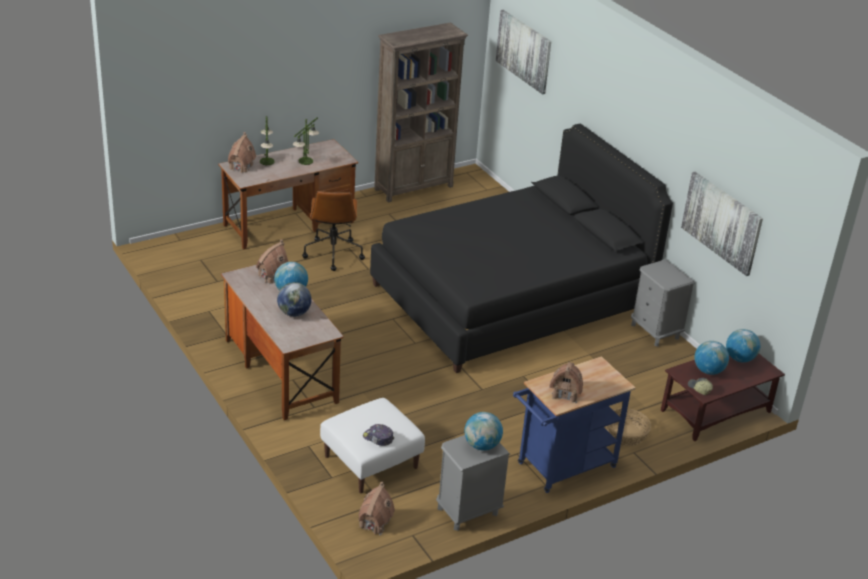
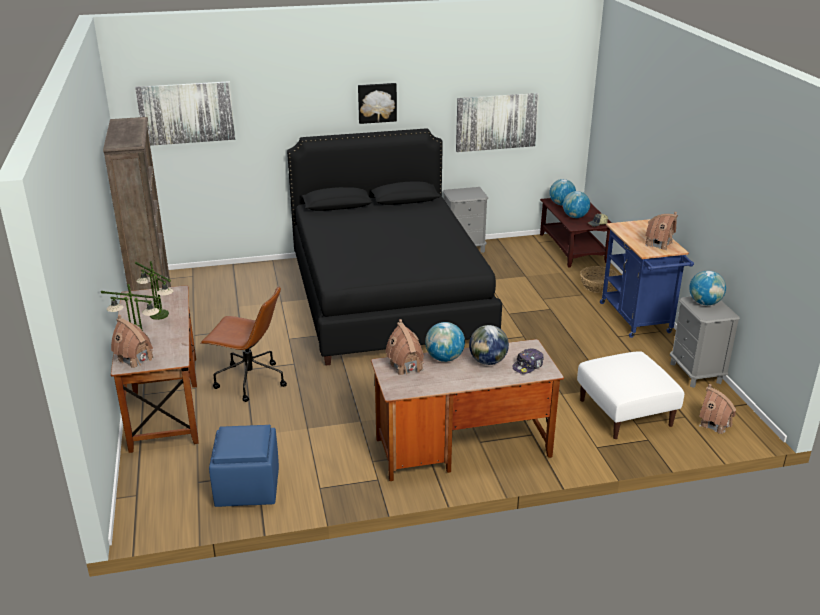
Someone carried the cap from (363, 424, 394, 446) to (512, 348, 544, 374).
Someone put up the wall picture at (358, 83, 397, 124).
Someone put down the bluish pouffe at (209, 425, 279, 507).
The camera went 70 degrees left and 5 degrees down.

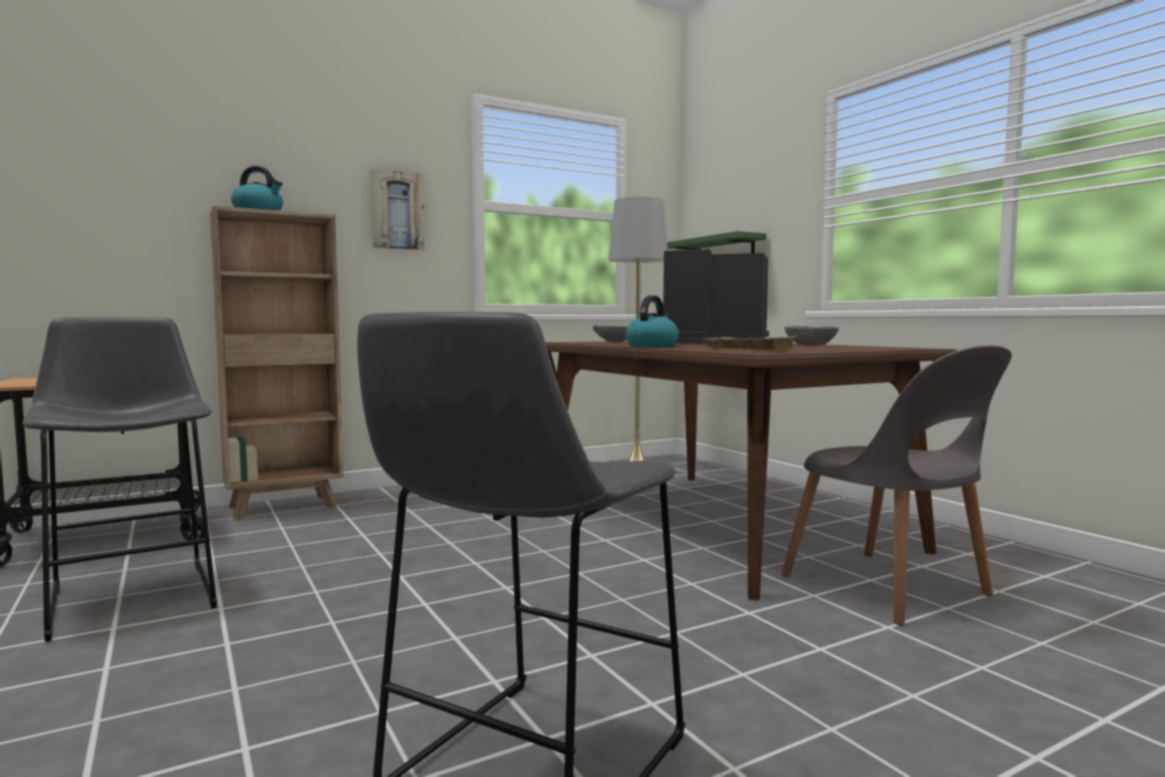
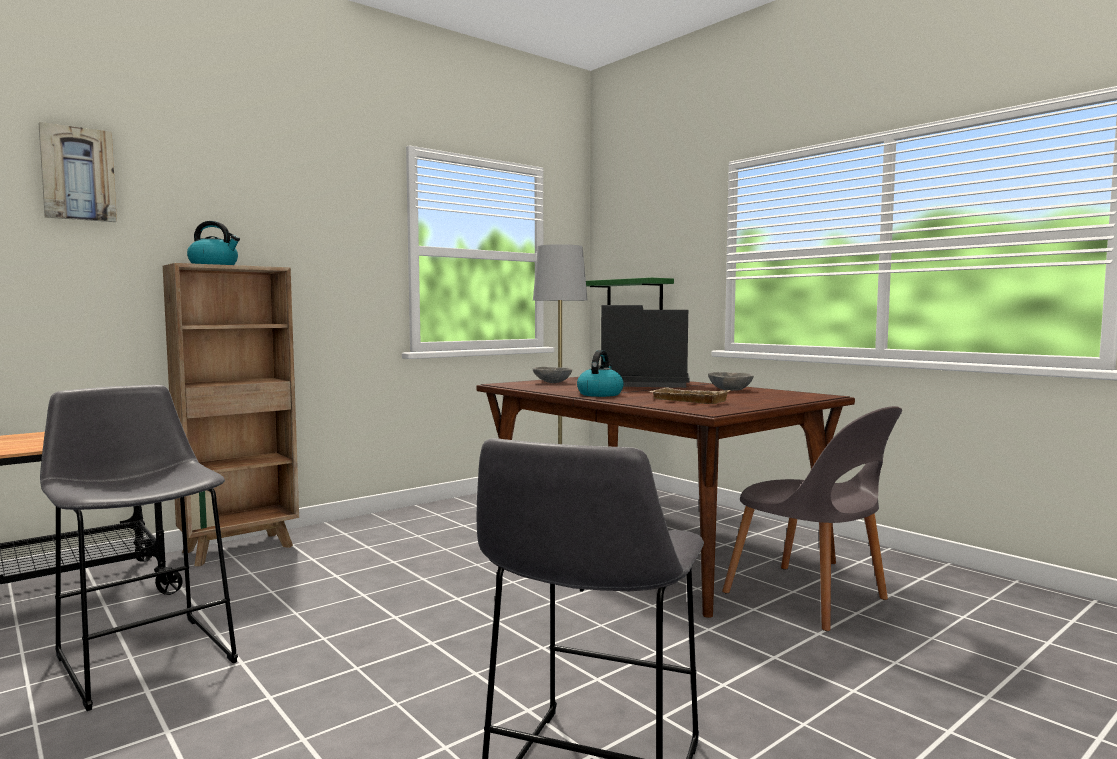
Someone carried the wall picture from (371, 169, 425, 250) to (39, 122, 117, 222).
The camera went 10 degrees left and 0 degrees up.

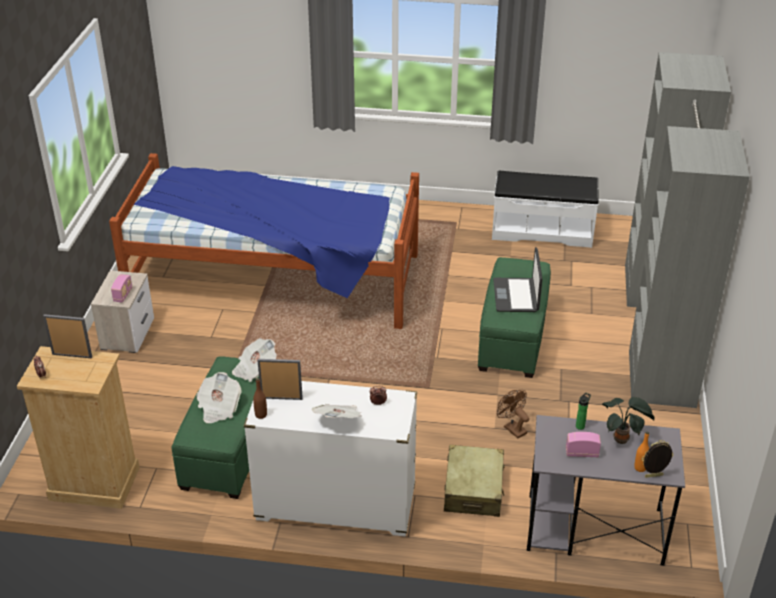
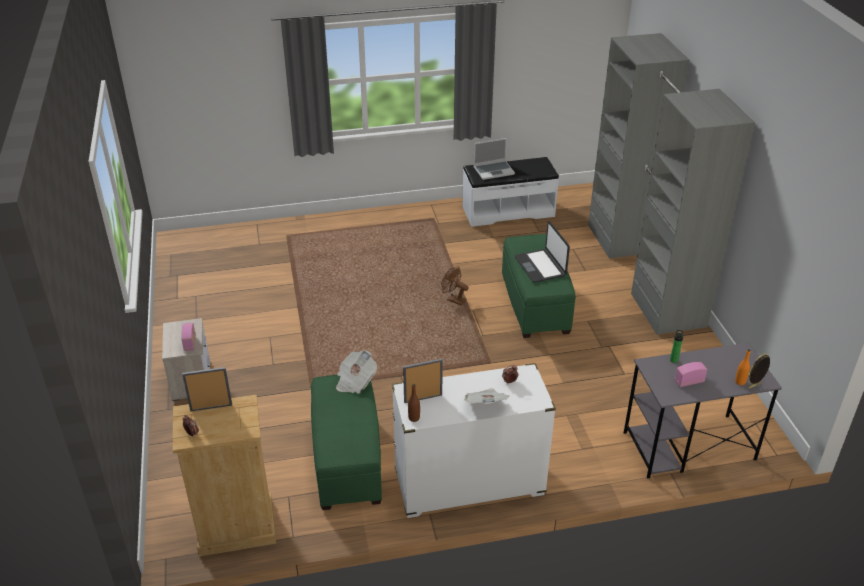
Someone took away the bedroom bed at (109, 153, 419, 329).
Someone took away the printed paper at (196, 372, 242, 423).
Someone carried the brown-coloured fan from (497, 390, 529, 438) to (441, 266, 468, 306).
Someone took away the potted plant at (602, 397, 654, 444).
Someone took away the beige travel case at (444, 445, 505, 517).
Someone put down the notebook computer at (473, 138, 515, 180).
The camera went 20 degrees left and 0 degrees up.

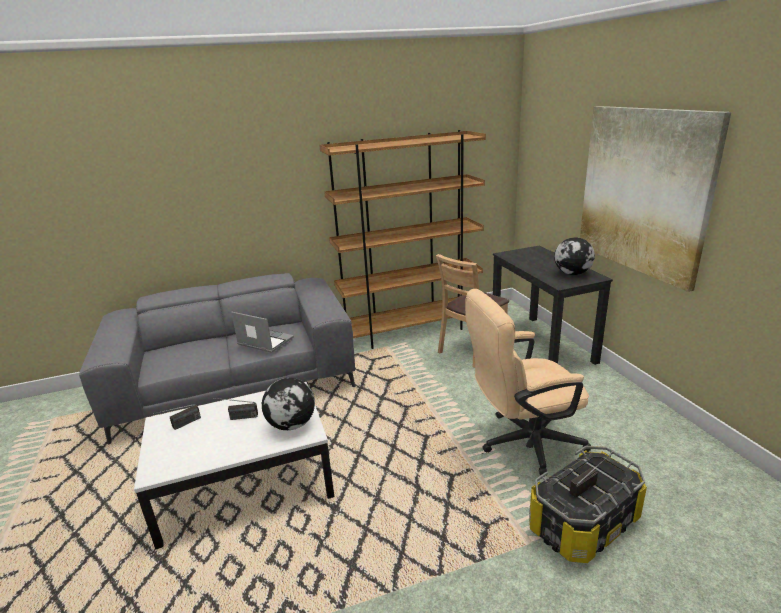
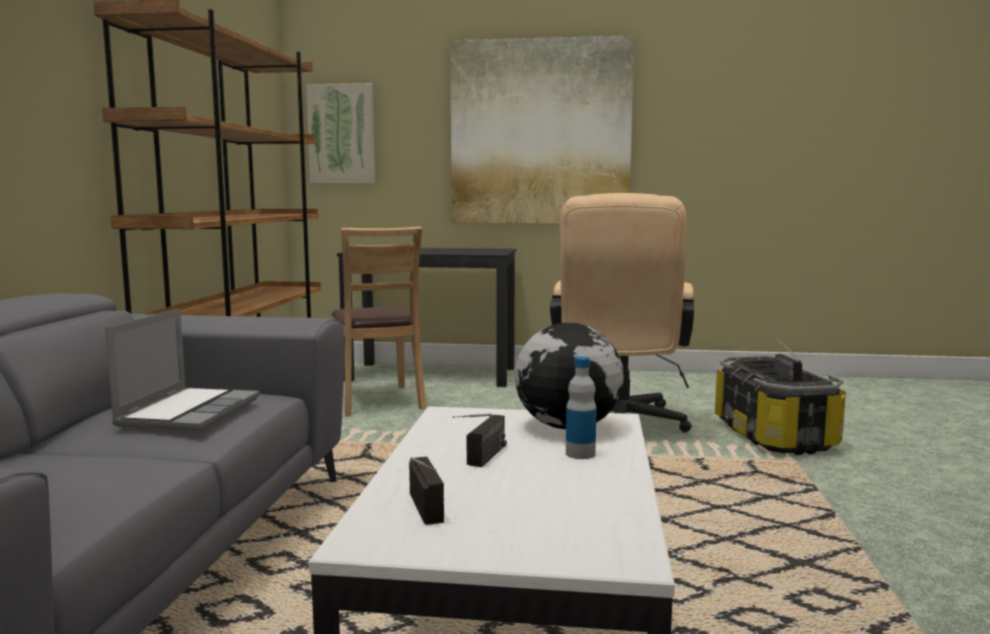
Someone took away the desk globe at (554, 238, 595, 275).
Someone rotated the notebook computer at (231, 312, 294, 353) by 135 degrees clockwise.
Someone put up the wall picture at (306, 83, 376, 183).
Someone put down the bottle at (566, 357, 597, 459).
The camera went 65 degrees left and 15 degrees down.

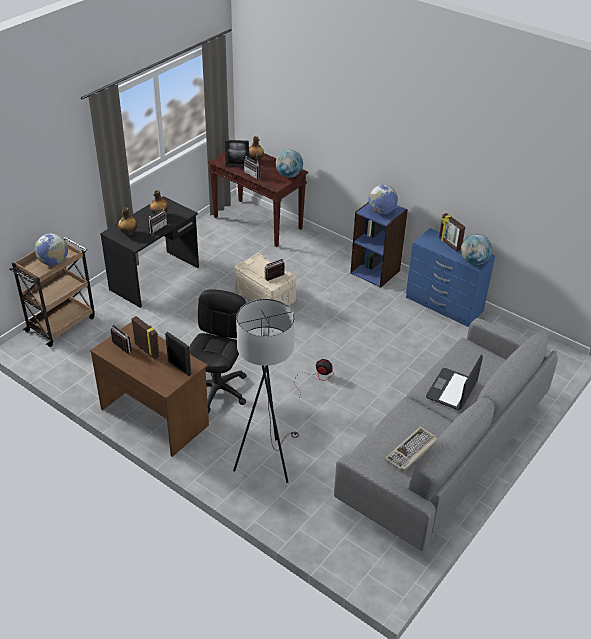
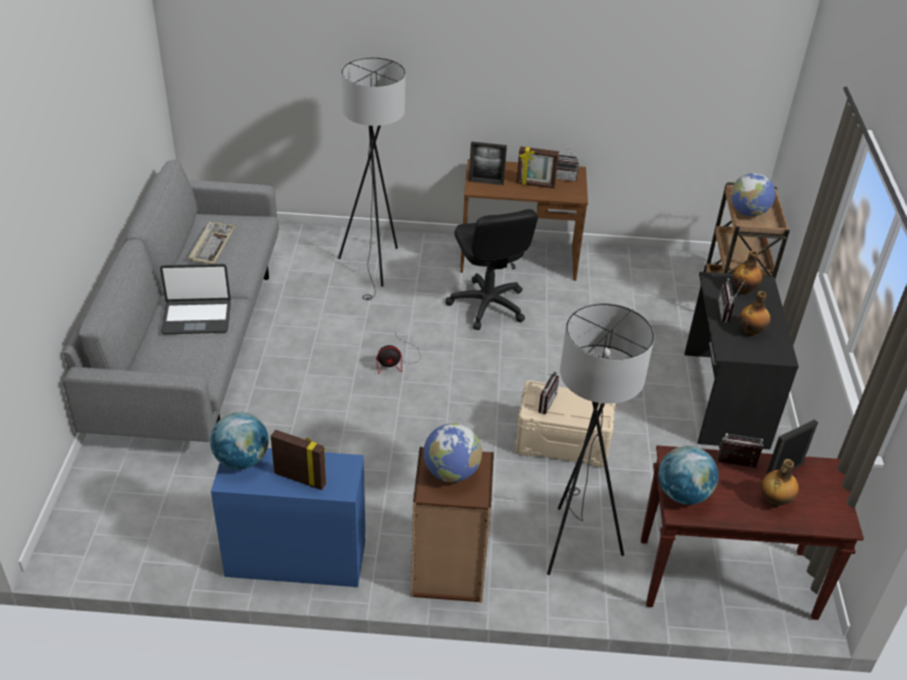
Someone repainted the bluish bookshelf at (350, 202, 408, 288), which became the brown-coloured bookshelf at (411, 447, 494, 603).
Someone rotated the notebook computer at (426, 355, 483, 410) by 90 degrees clockwise.
Someone put down the grey standard lamp at (547, 303, 654, 575).
The camera went 145 degrees right and 0 degrees up.

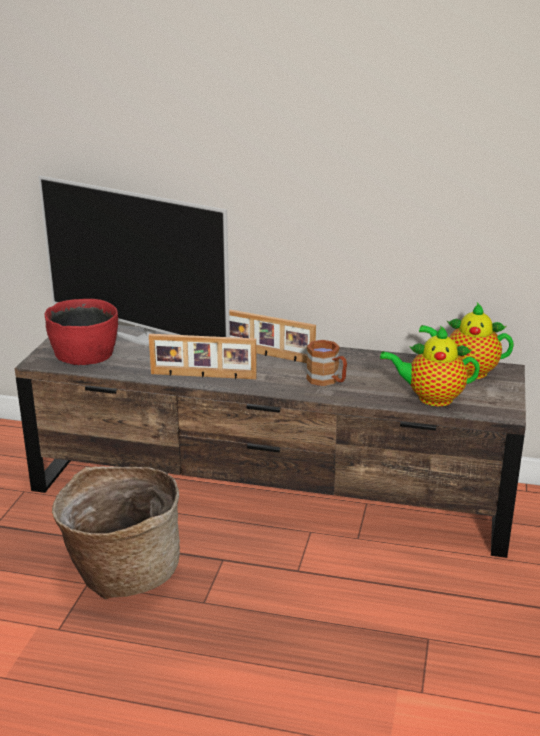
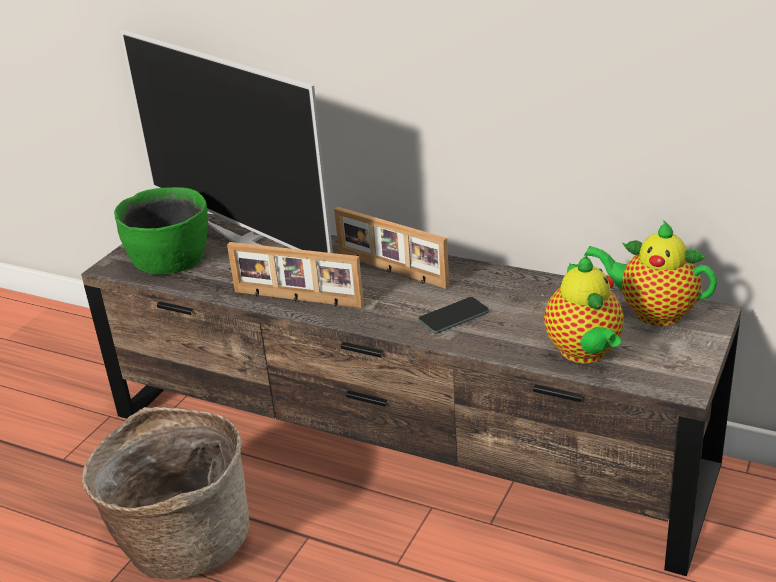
Someone repainted the red-coloured serving bowl at (45, 299, 118, 365), which became the green-coloured serving bowl at (114, 187, 208, 274).
Someone rotated the pot for tea at (380, 325, 480, 406) by 120 degrees counterclockwise.
Someone swapped the brown-coloured tea mug at (306, 340, 347, 386) for the phone at (418, 297, 489, 333).
The camera went 15 degrees right and 5 degrees up.

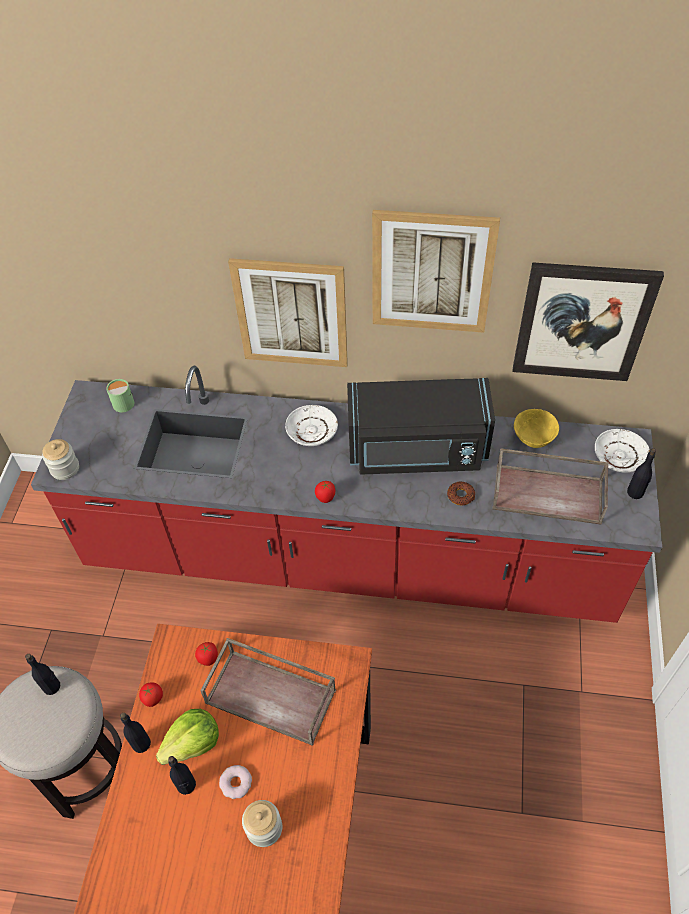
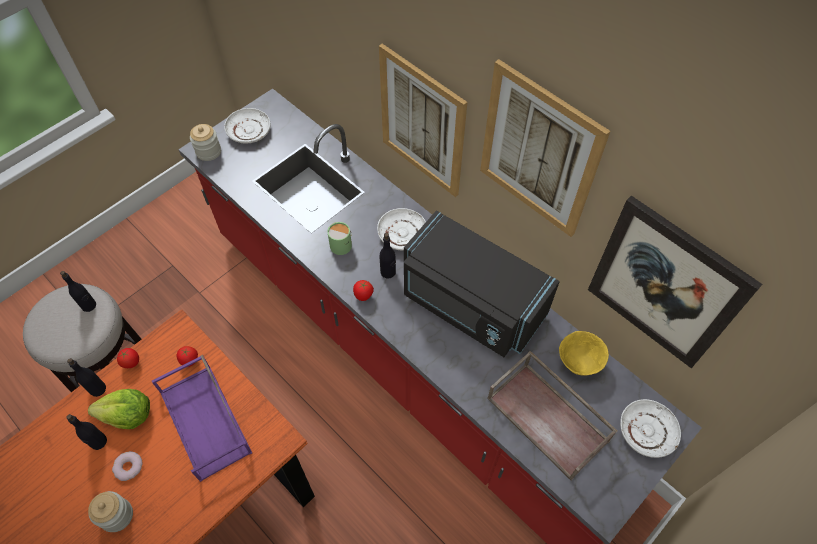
Someone carried the green-coloured tea mug from (106, 379, 134, 412) to (327, 222, 352, 255).
Someone carried the black-coloured bottle from (627, 448, 656, 499) to (379, 233, 396, 279).
Someone took away the ring doughnut at (447, 481, 475, 505).
Someone repainted the brown-coloured tray at (201, 638, 336, 746), which became the purple tray at (152, 355, 252, 482).
Someone put down the white-coloured flat dish at (224, 108, 270, 144).
The camera went 35 degrees right and 5 degrees up.

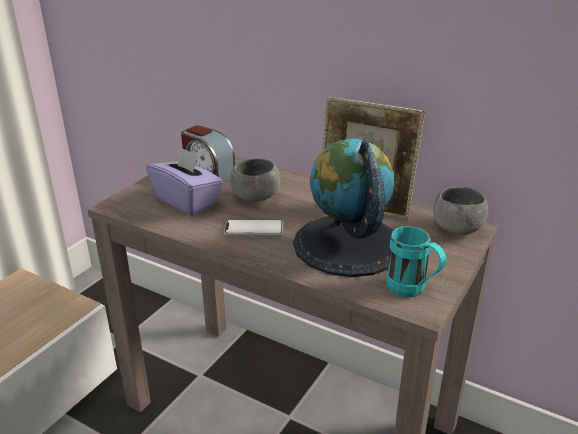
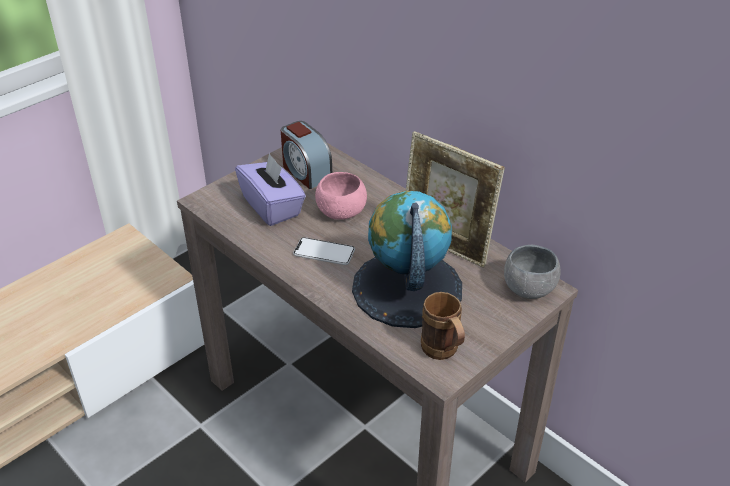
Someone repainted the grey serving bowl at (230, 158, 280, 202), which became the pink-coloured serving bowl at (315, 172, 367, 220).
Someone repainted the turquoise-coloured tea mug at (386, 226, 446, 297), which became the brown-coloured tea mug at (421, 292, 465, 360).
The camera went 15 degrees right and 10 degrees up.

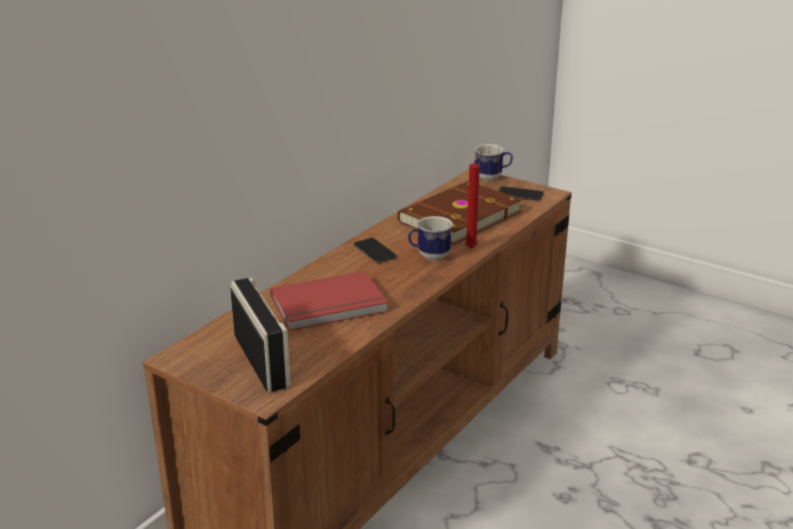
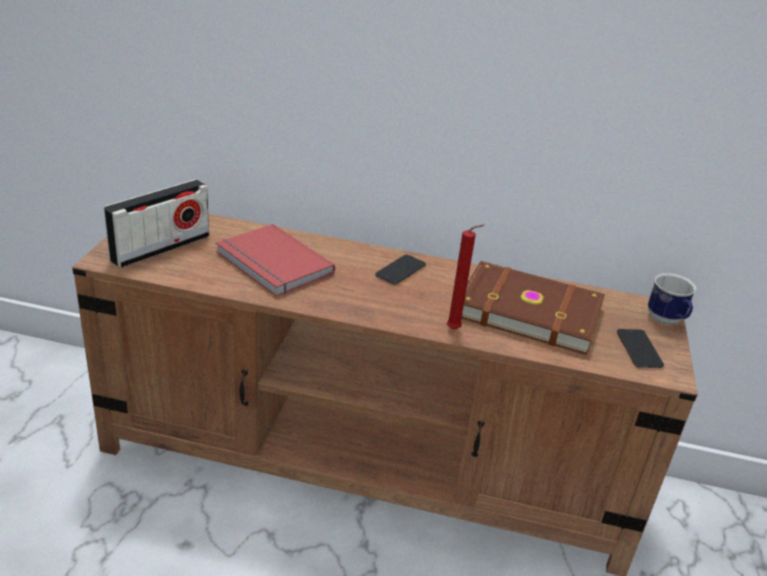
Someone took away the tea mug at (408, 216, 453, 261).
The camera went 65 degrees right and 5 degrees up.

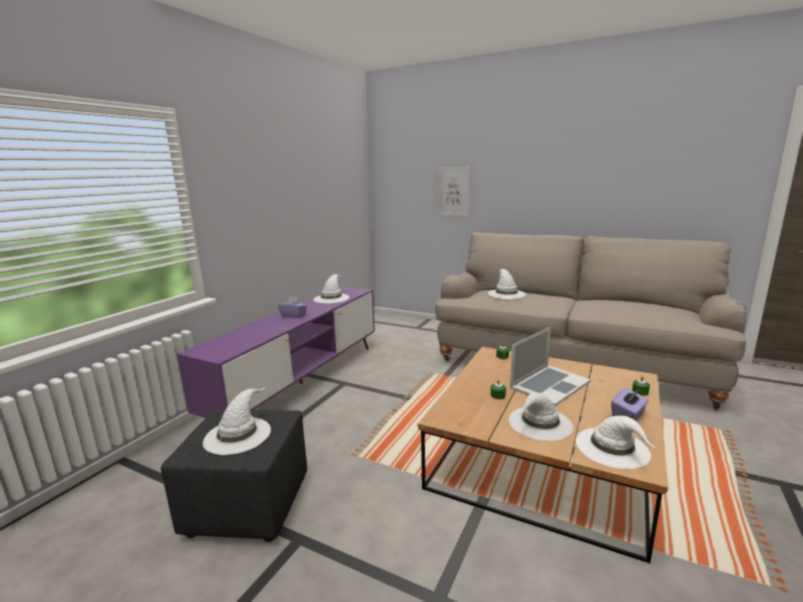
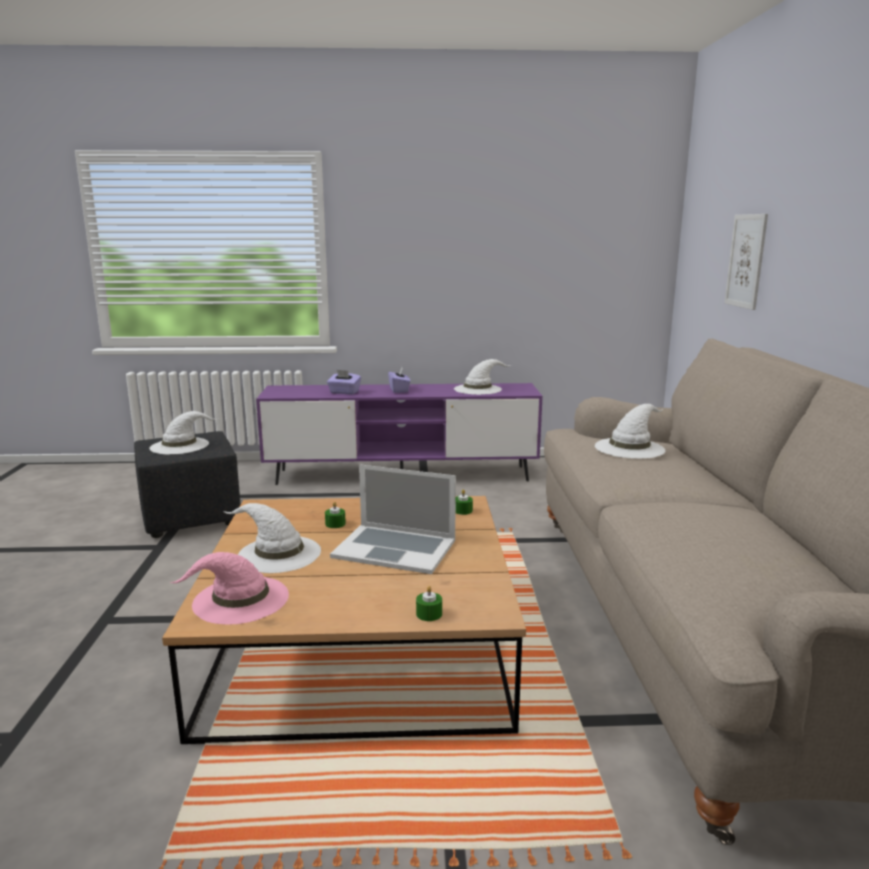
Someone carried the purple tissue holder from (611, 388, 649, 421) to (327, 369, 361, 395).
Someone repainted the white-coloured hat at (576, 416, 655, 469), which became the pink-coloured hat at (170, 552, 289, 625).
The camera went 60 degrees right and 0 degrees up.

